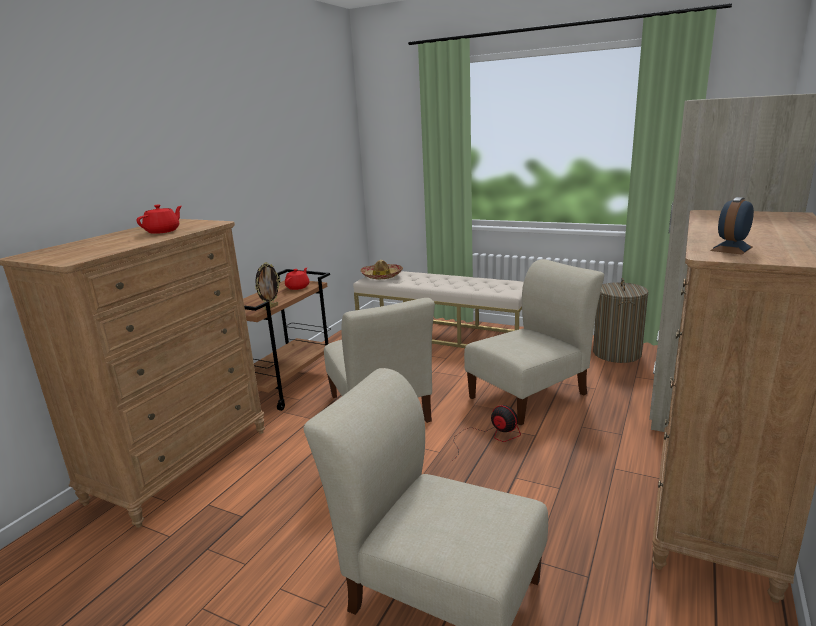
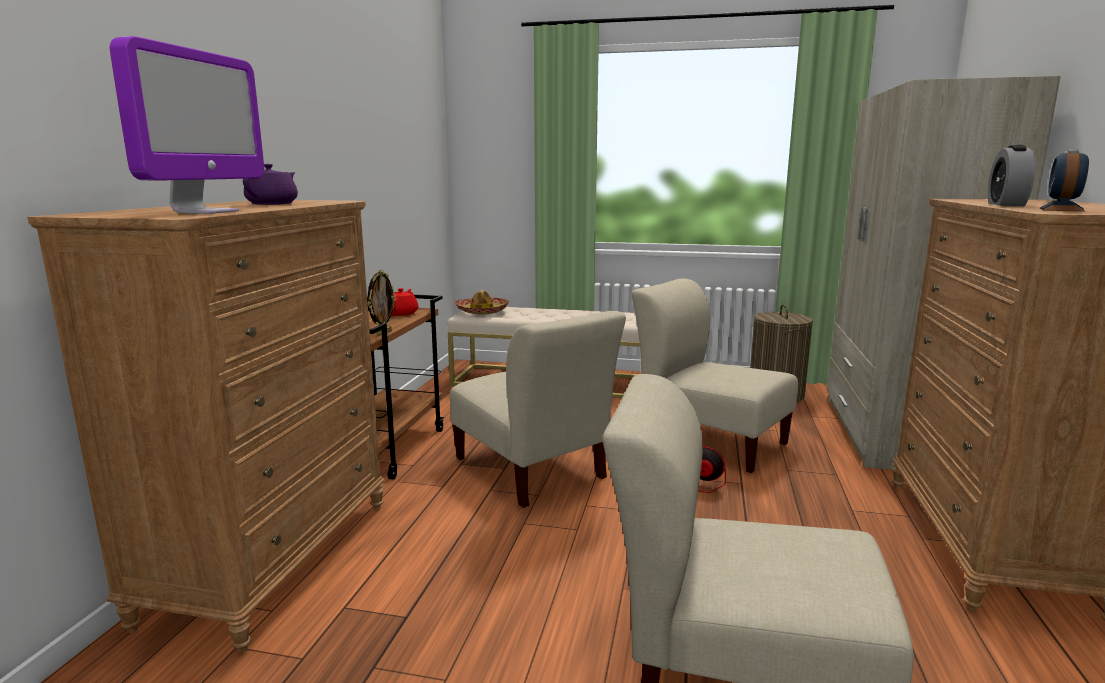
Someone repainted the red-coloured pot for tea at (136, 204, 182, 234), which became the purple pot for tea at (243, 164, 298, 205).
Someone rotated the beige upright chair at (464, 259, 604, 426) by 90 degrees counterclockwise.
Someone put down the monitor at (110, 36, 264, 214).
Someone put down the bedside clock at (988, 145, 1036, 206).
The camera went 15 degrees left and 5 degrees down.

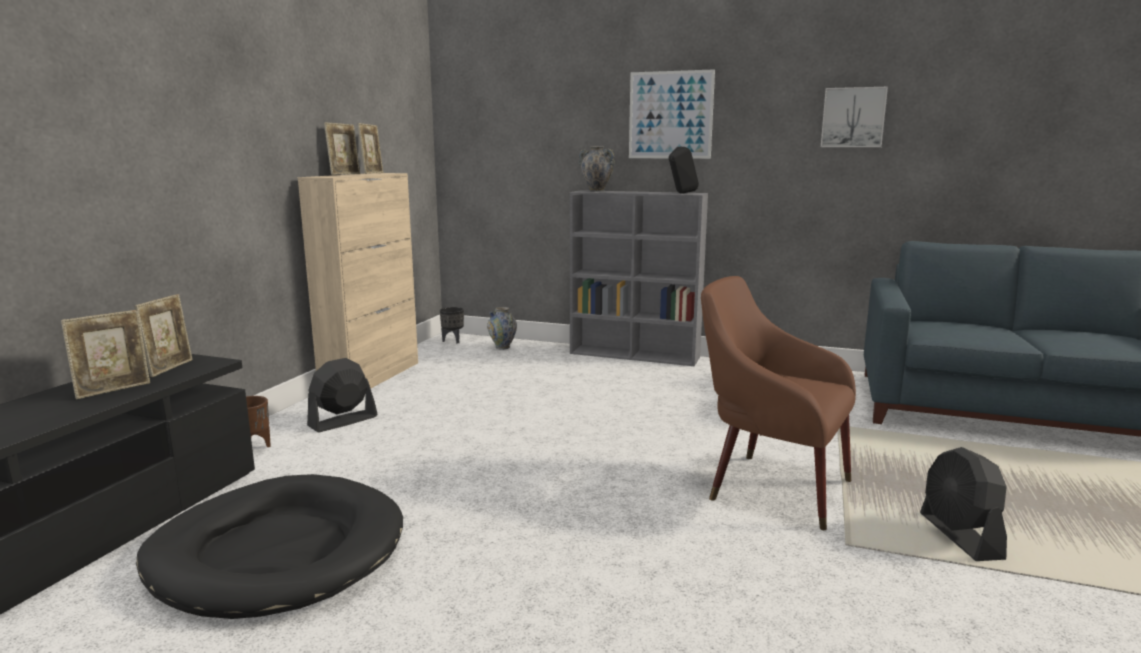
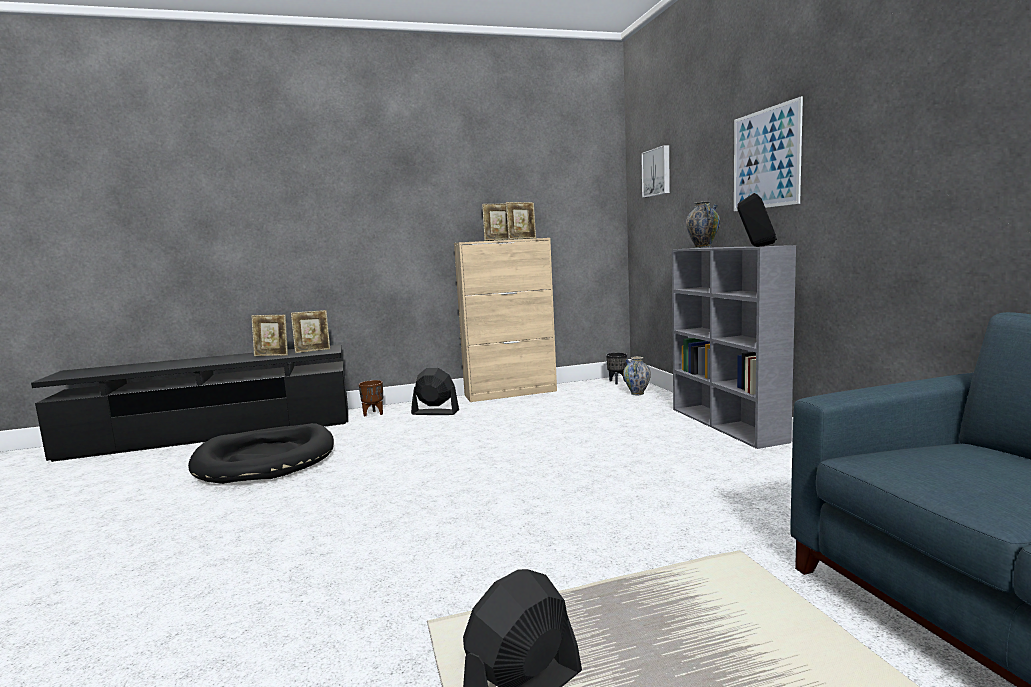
Someone carried the wall picture from (821, 87, 888, 147) to (641, 145, 670, 198).
Someone took away the brown-coloured easy chair at (701, 276, 856, 530).
The camera went 55 degrees right and 5 degrees down.

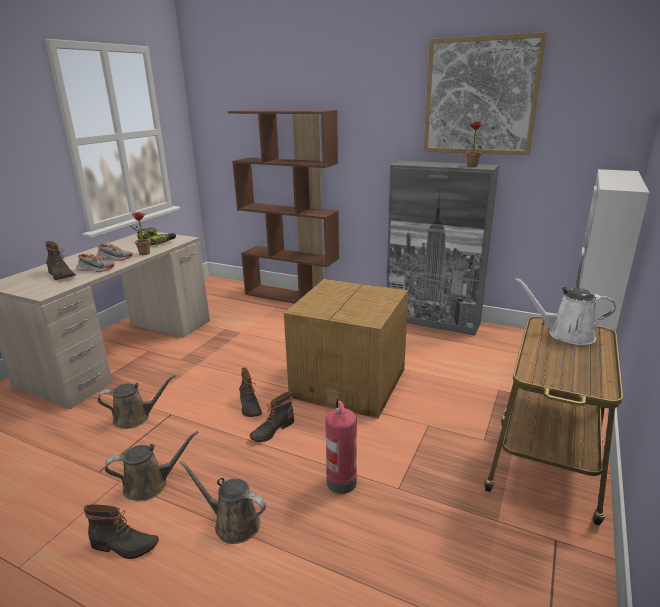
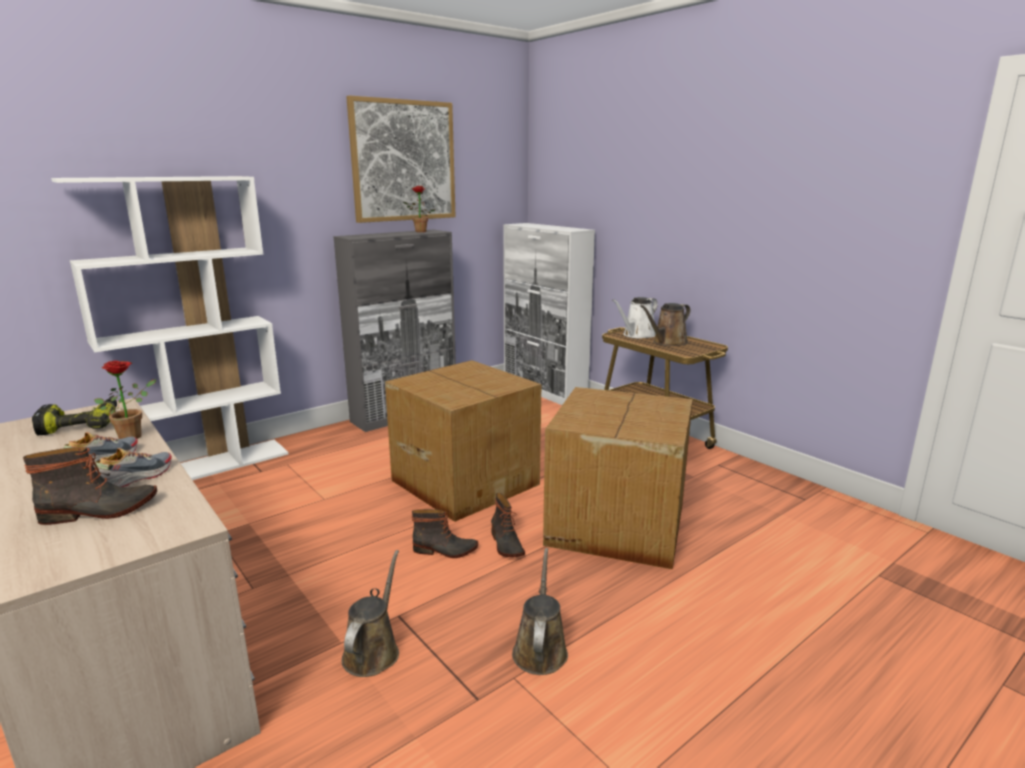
Someone repainted the brown-coloured bookshelf at (228, 110, 339, 304), which became the white-coloured bookshelf at (51, 176, 288, 480).
Someone swapped the fire-fighting cylinder at (325, 398, 357, 494) for the packing box at (543, 387, 693, 569).
Someone carried the brown-coloured sprinkling can from (179, 460, 266, 544) to (640, 303, 691, 346).
Someone took away the high-top boot at (84, 504, 159, 559).
The camera went 65 degrees left and 5 degrees down.

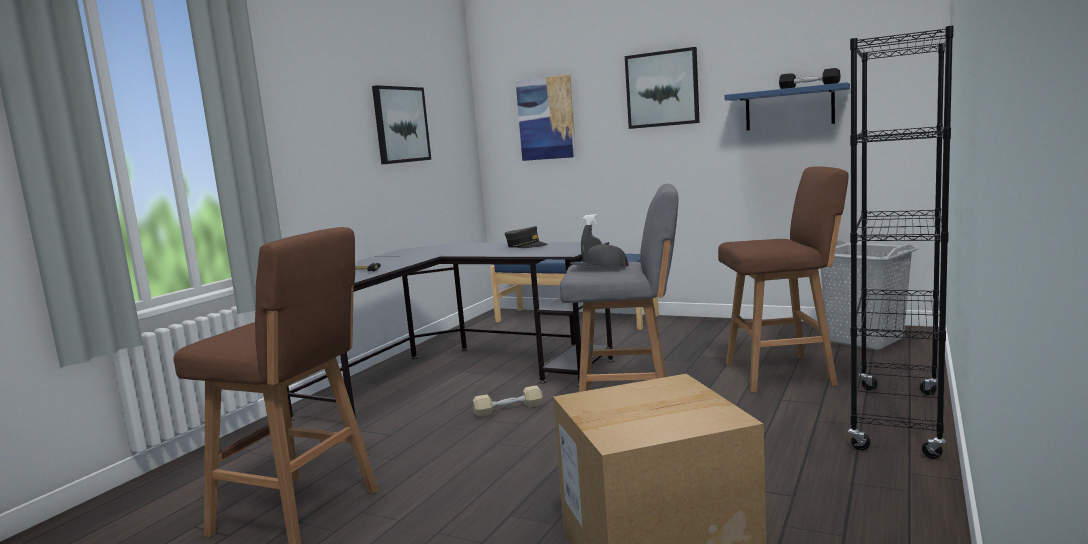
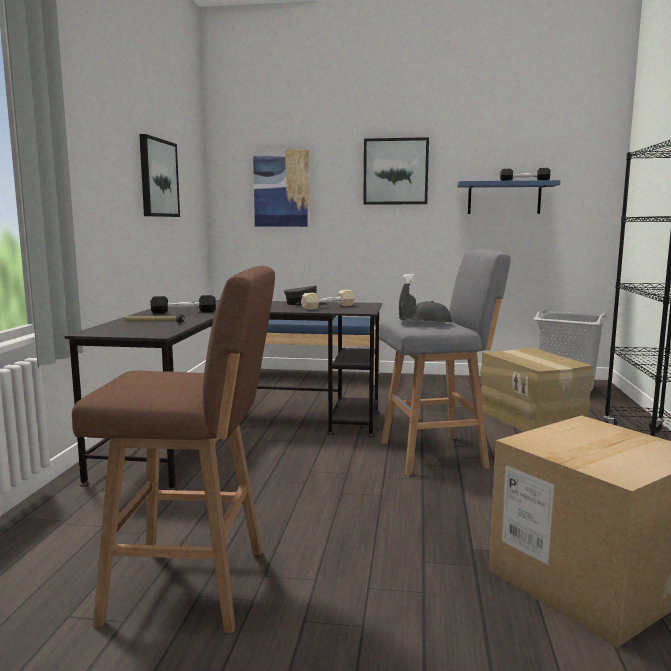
Someone swapped the brown-coloured stool at (718, 166, 848, 392) for the packing box at (480, 348, 594, 432).
Someone carried the beige free weight from (473, 385, 543, 417) to (301, 290, 355, 310).
Someone put down the black-coloured free weight at (151, 295, 216, 314).
The camera went 20 degrees left and 0 degrees up.

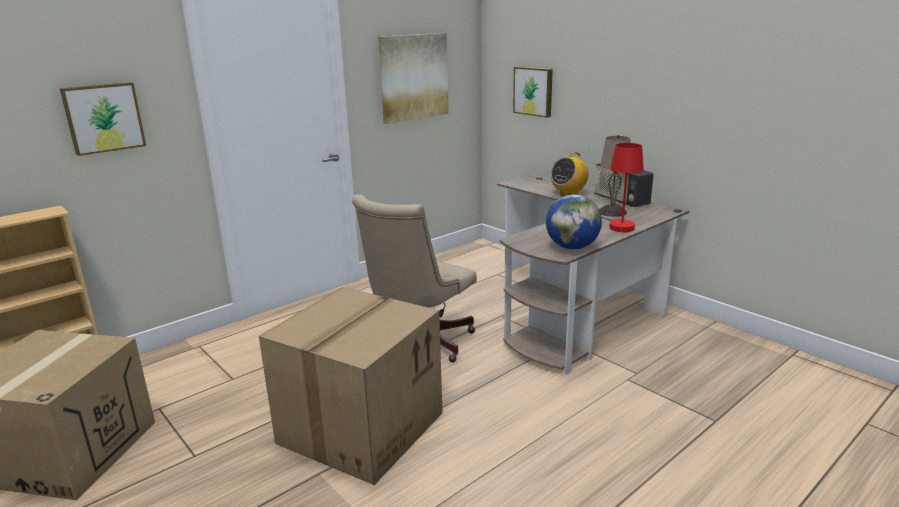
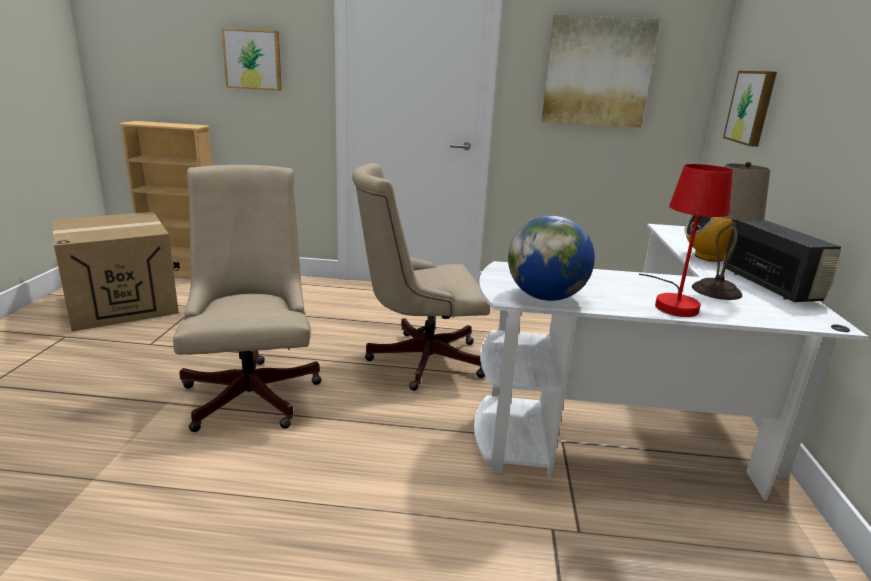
Someone rotated the radio receiver at (594, 163, 654, 207) by 150 degrees clockwise.
Someone repainted the brown-coloured desk table at (497, 174, 689, 375), which became the white-coloured desk table at (474, 224, 868, 500).
Someone swapped the packing box at (259, 287, 443, 485) for the beige desk chair at (173, 165, 322, 432).
The camera went 45 degrees right and 0 degrees up.

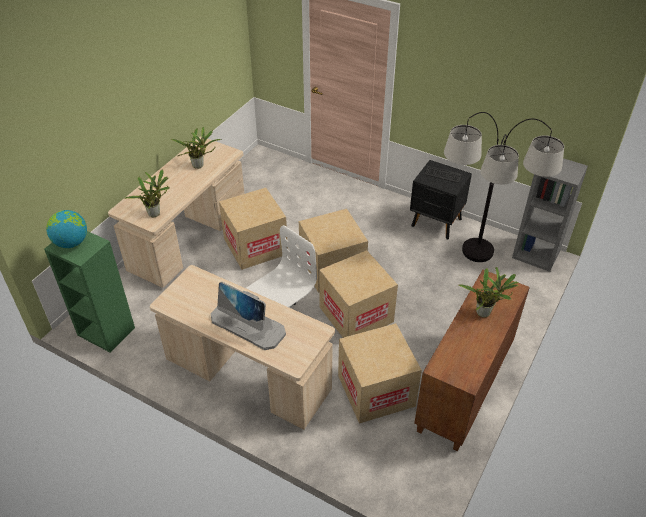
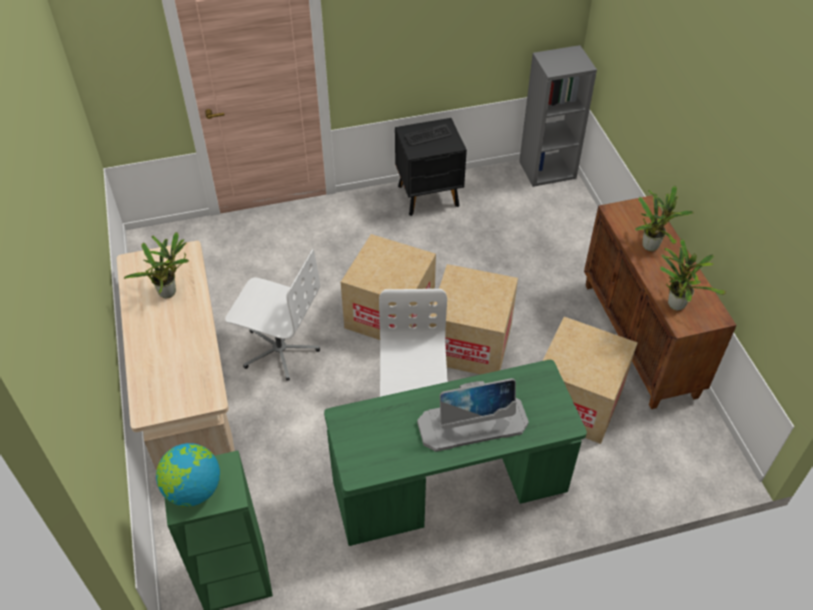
Someone took away the standard lamp at (444, 112, 564, 262).
Someone carried the potted plant from (124, 169, 170, 217) to (660, 239, 726, 311).
Someone swapped the packing box at (219, 188, 288, 270) for the white-coloured desk chair at (225, 249, 320, 381).
Someone repainted the beige desk table at (150, 265, 335, 429), which became the green-coloured desk table at (324, 360, 587, 546).
The camera went 45 degrees left and 5 degrees up.

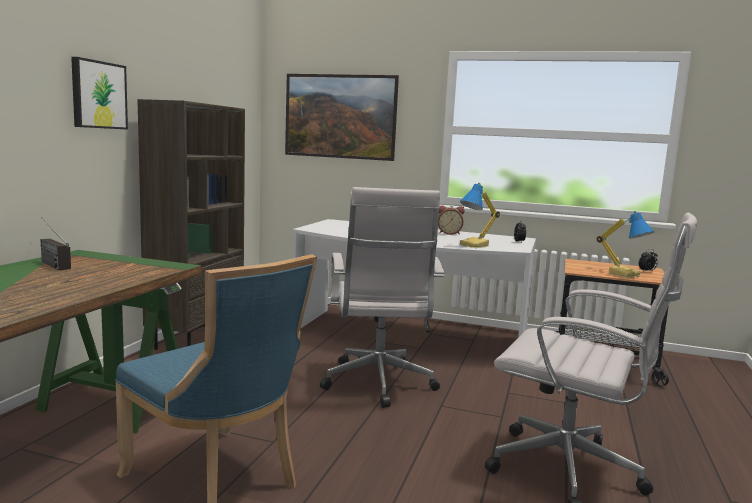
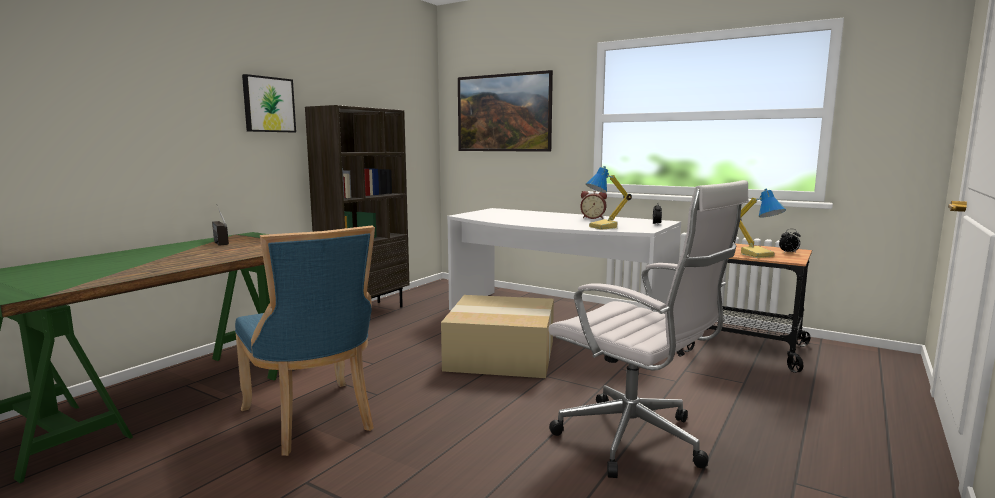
Someone swapped the white-coloured desk chair at (320, 187, 444, 408) for the packing box at (441, 295, 554, 378).
The camera went 15 degrees right and 0 degrees up.

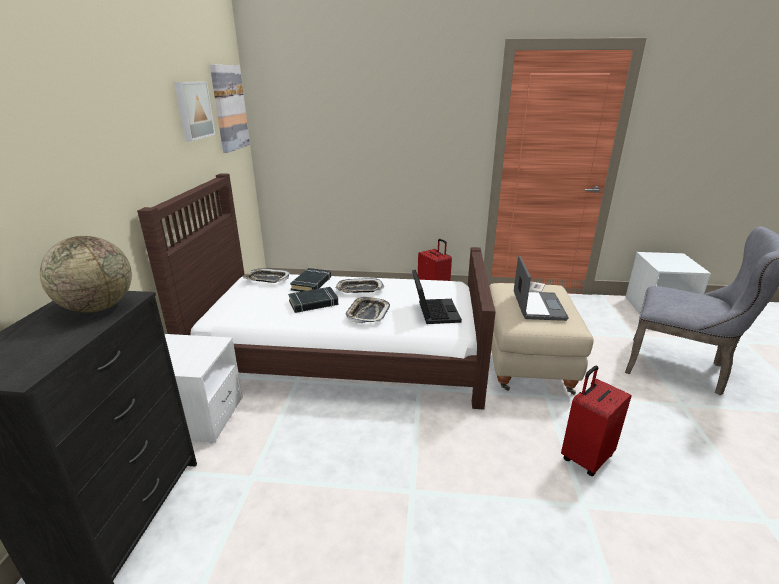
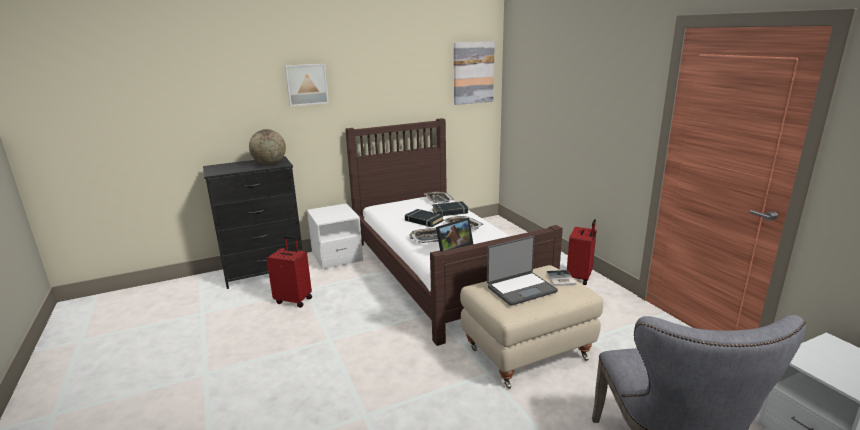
Someone carried the wall picture from (174, 81, 216, 141) to (285, 64, 329, 106).
Someone carried the red-coloured travel case from (561, 366, 632, 476) to (267, 236, 312, 308).
The camera went 60 degrees right and 5 degrees down.

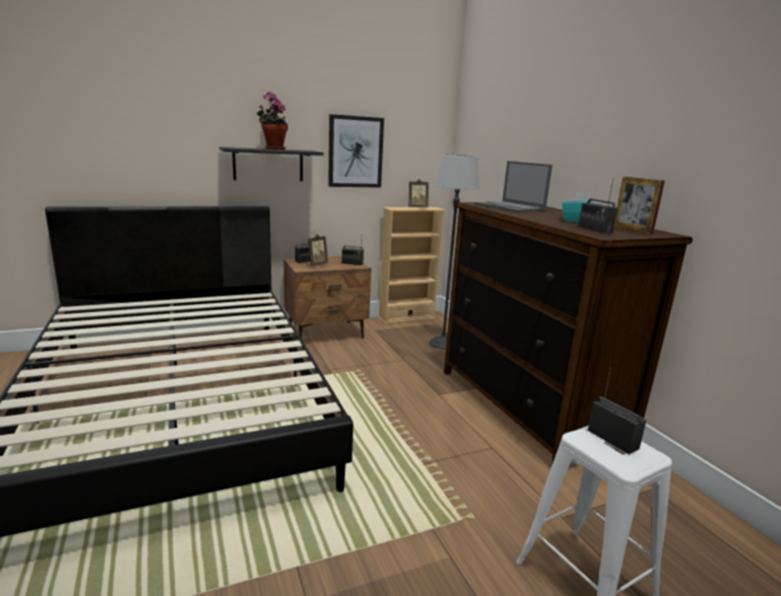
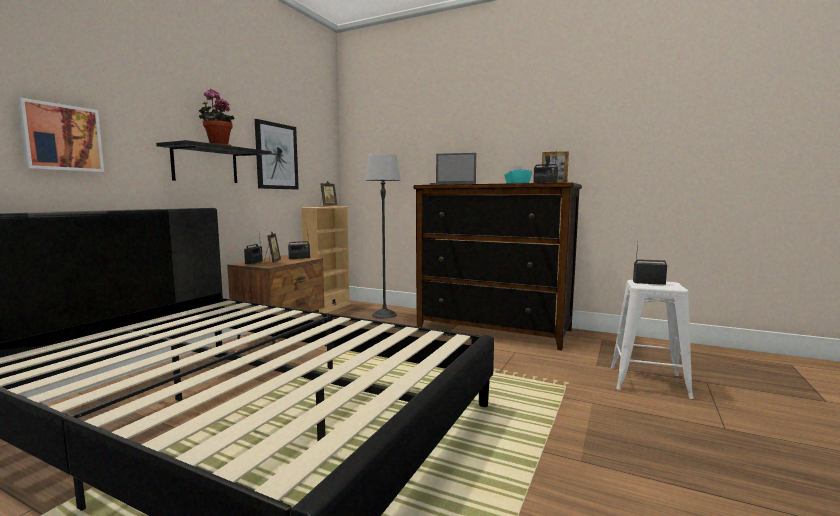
Someone put up the wall picture at (16, 97, 104, 172).
The camera went 40 degrees left and 10 degrees down.

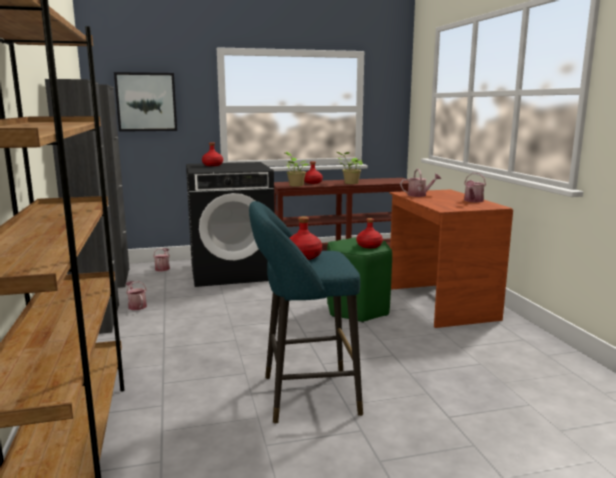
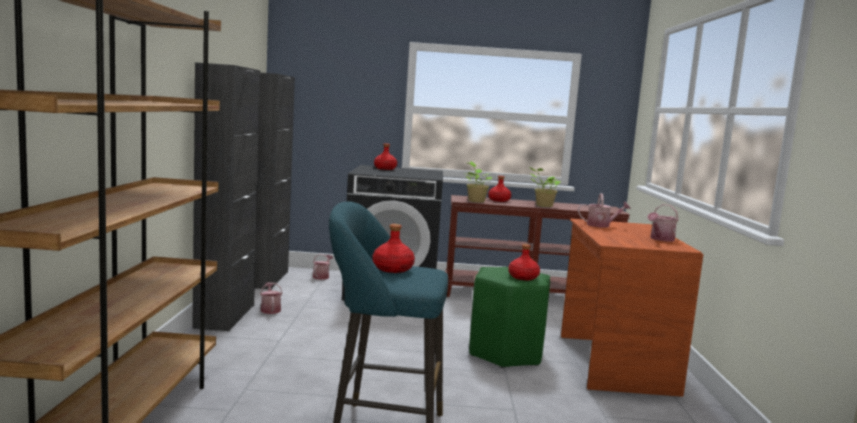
Someone took away the wall picture at (114, 72, 177, 132).
The camera went 15 degrees right and 5 degrees down.

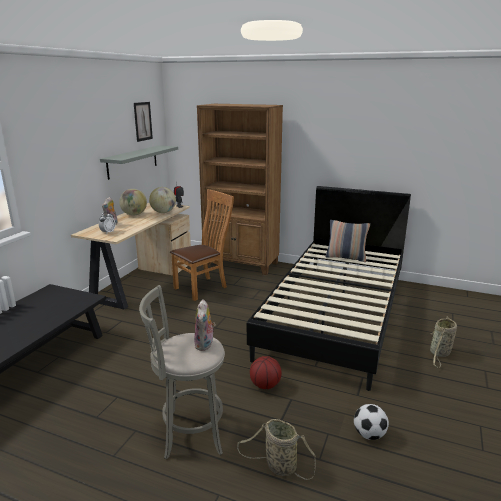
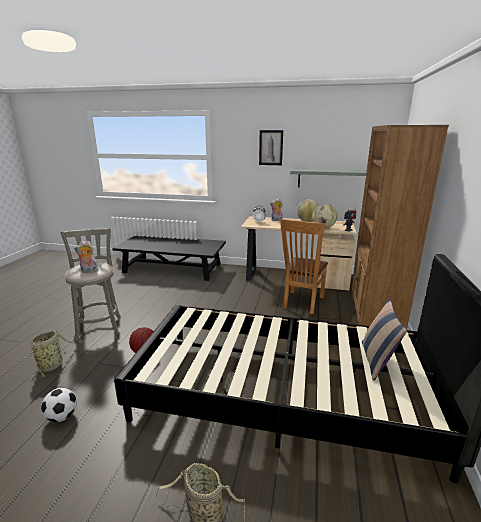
Someone carried the wall picture from (134, 102, 153, 142) to (259, 130, 283, 165).
Someone rotated the brown-coloured upright chair at (170, 189, 234, 301) by 75 degrees clockwise.
The camera went 80 degrees right and 0 degrees up.

